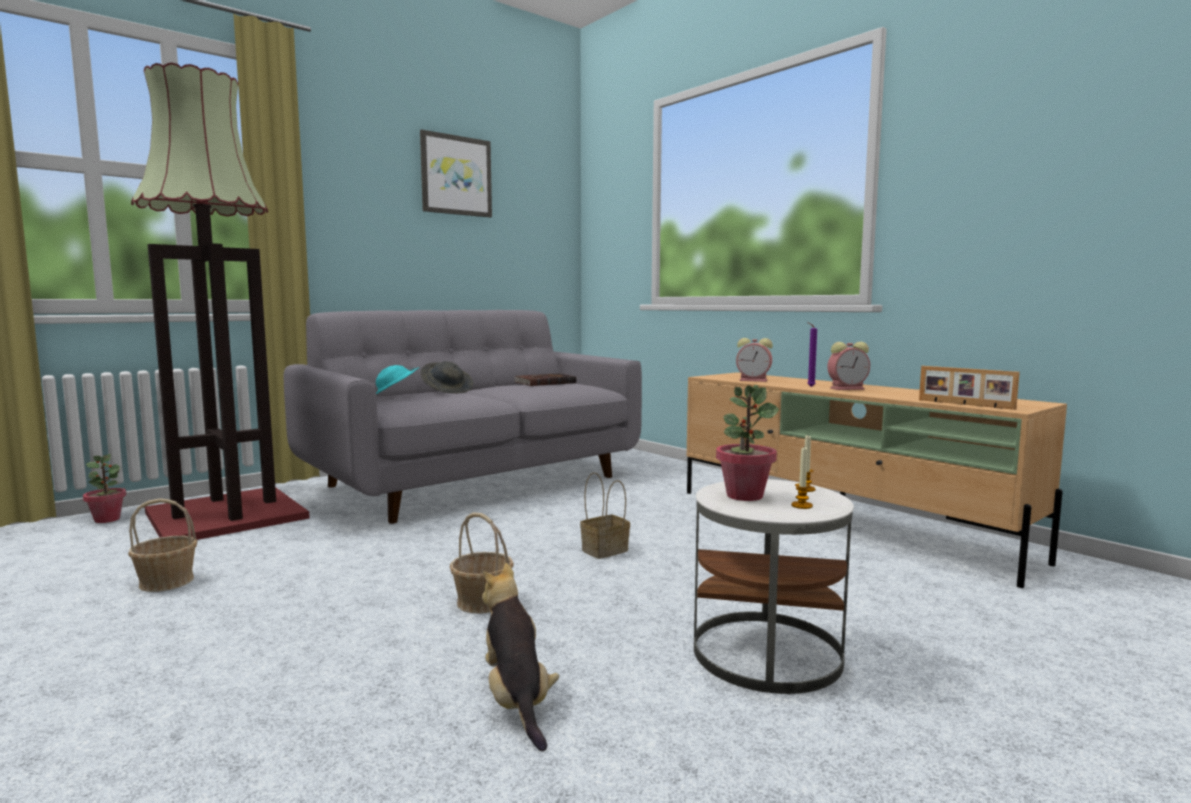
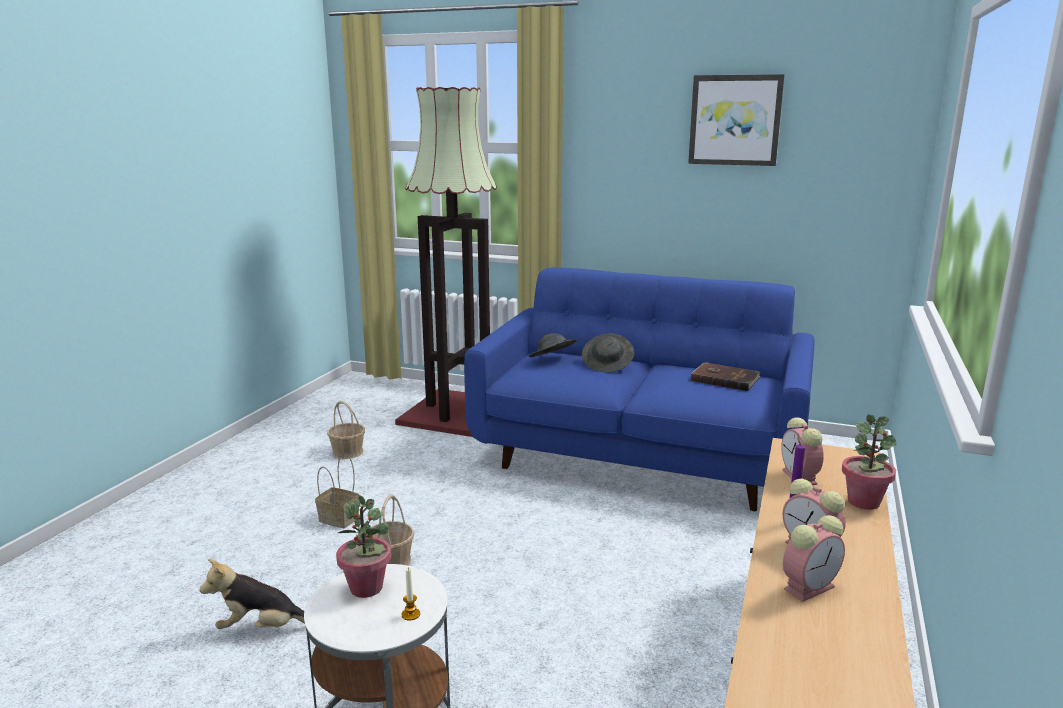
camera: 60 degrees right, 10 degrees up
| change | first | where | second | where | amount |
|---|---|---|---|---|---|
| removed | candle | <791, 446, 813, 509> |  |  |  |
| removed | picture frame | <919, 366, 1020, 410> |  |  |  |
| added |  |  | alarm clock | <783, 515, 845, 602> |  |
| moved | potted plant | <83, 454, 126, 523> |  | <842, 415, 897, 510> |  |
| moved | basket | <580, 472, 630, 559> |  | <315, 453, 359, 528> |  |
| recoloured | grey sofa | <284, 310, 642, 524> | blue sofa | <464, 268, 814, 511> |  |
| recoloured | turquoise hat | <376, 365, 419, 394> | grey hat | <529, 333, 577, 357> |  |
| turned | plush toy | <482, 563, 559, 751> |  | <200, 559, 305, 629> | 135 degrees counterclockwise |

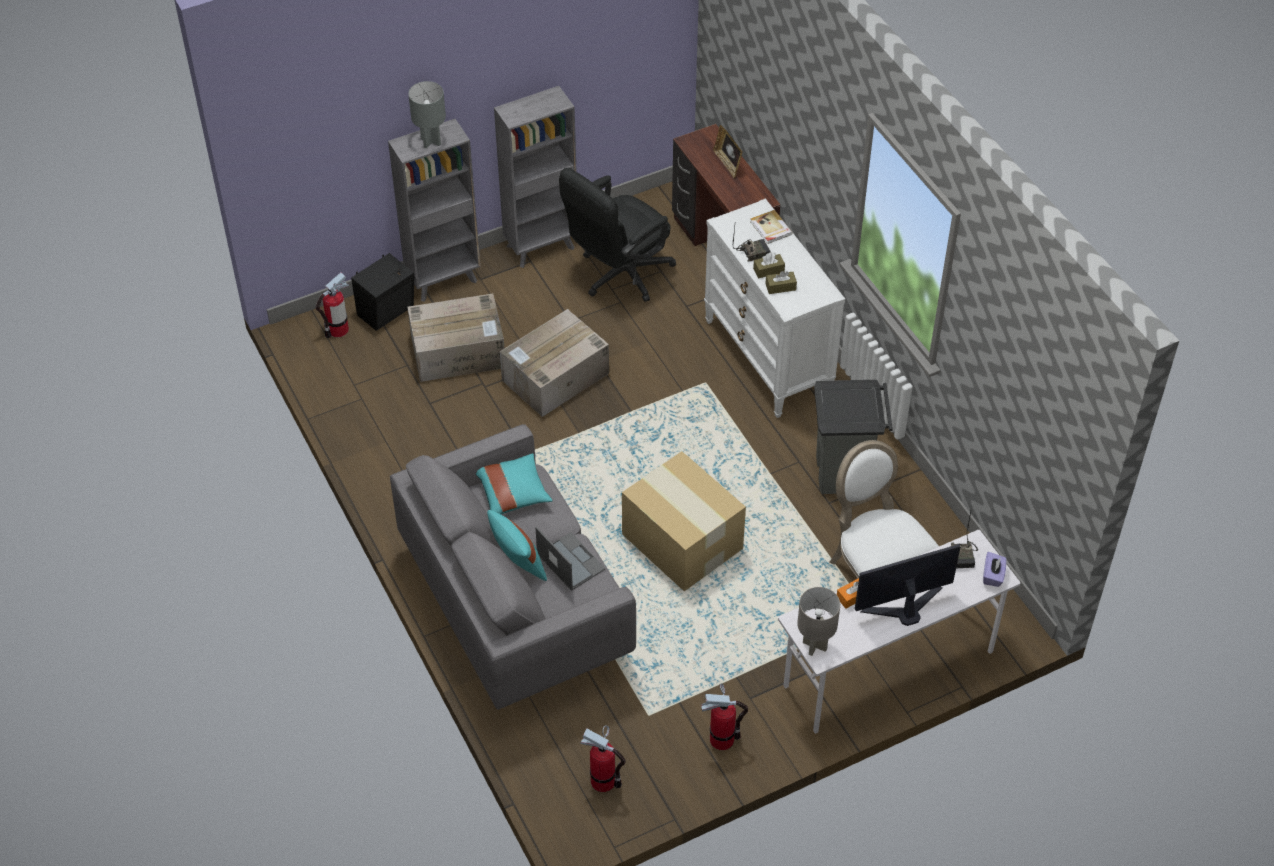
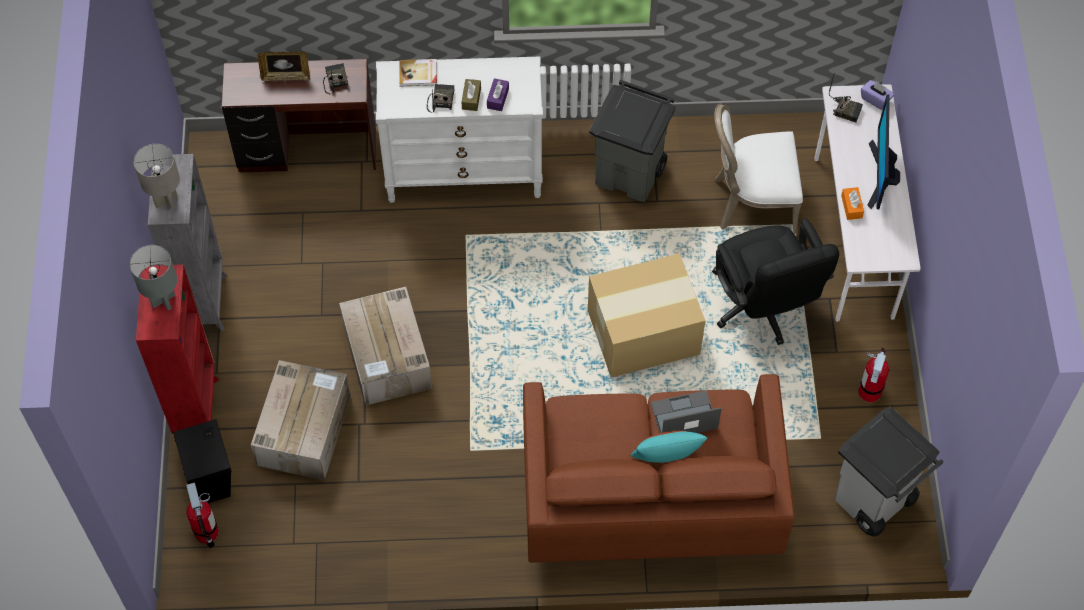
camera: 65 degrees left, 10 degrees up
| change | first | where | second | where | amount |
|---|---|---|---|---|---|
| removed | turquoise pillow | <476, 453, 552, 514> |  |  |  |
| added |  |  | radio | <323, 63, 349, 94> |  |
| moved | black office chair | <559, 168, 676, 302> |  | <712, 218, 839, 345> |  |
| moved | grey table lamp | <797, 587, 840, 656> |  | <134, 144, 180, 209> |  |
| replaced | fire extinguisher | <580, 725, 626, 792> | grey trash can | <834, 406, 944, 537> |  |
| recoloured | grey bookcase | <388, 119, 481, 302> | red bookcase | <136, 264, 219, 434> |  |
| recoloured | grey sofa | <390, 424, 636, 710> | brown sofa | <523, 374, 795, 563> |  |
| recoloured | brown tissue box | <766, 271, 797, 294> | purple tissue box | <487, 78, 509, 111> |  |

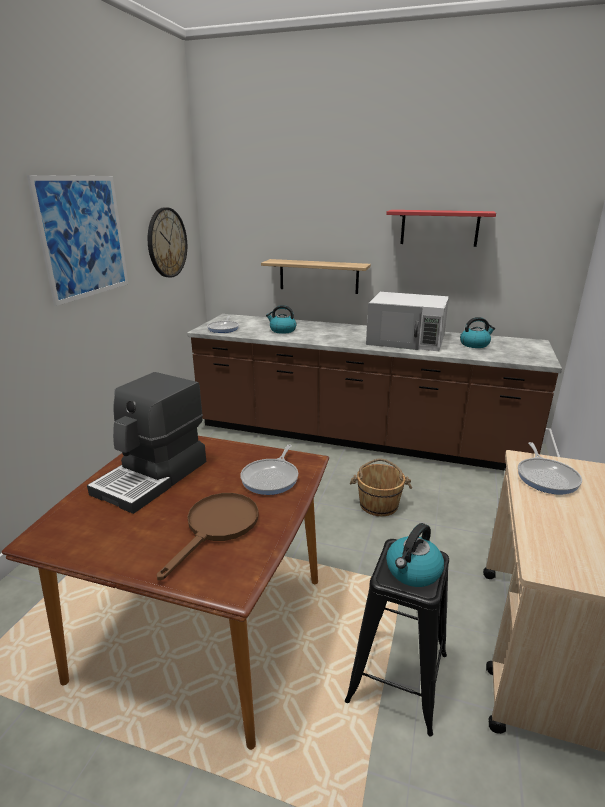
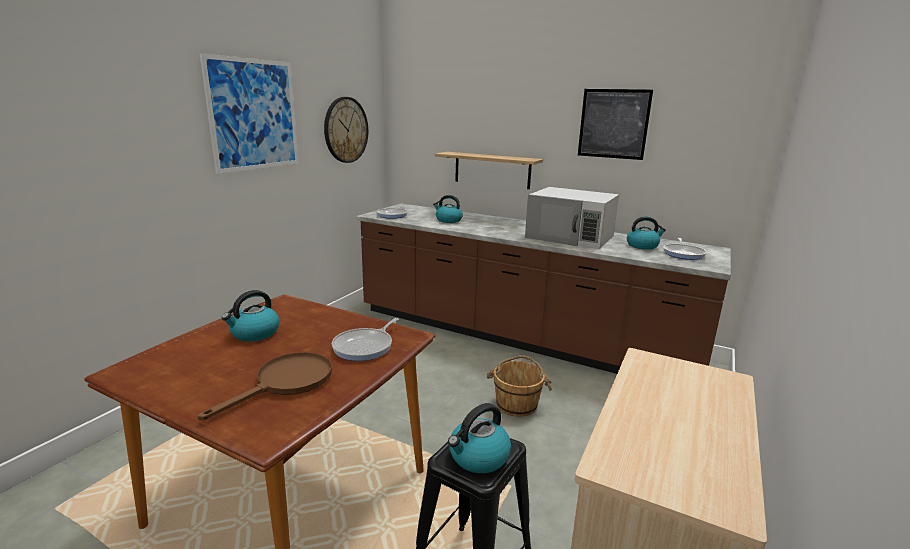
camera: 10 degrees right, 5 degrees down
| change | first | where | second | where | amount |
|---|---|---|---|---|---|
| moved | frying pan | <518, 442, 582, 494> |  | <663, 238, 707, 260> |  |
| replaced | coffee machine | <87, 372, 206, 514> | kettle | <222, 290, 280, 341> |  |
| replaced | red shelf | <386, 210, 496, 247> | picture | <578, 89, 653, 160> |  |

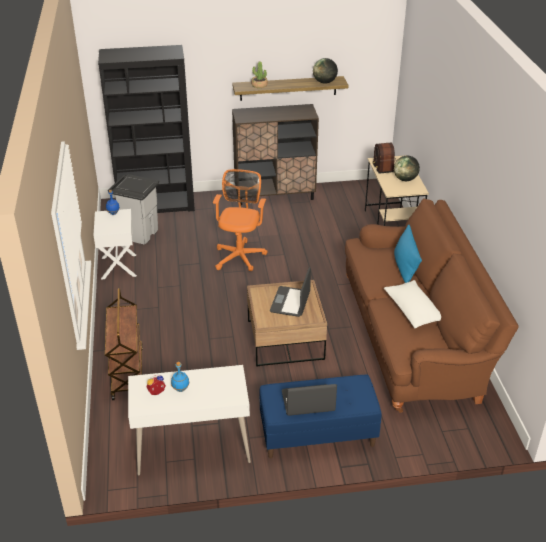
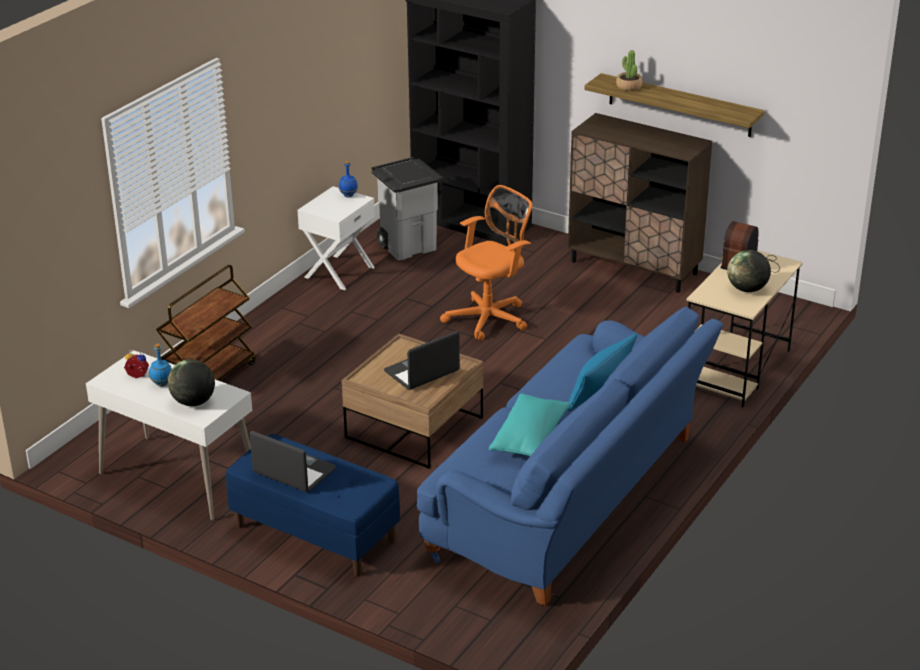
camera: 40 degrees right, 5 degrees down
| change | first | where | second | where | amount |
|---|---|---|---|---|---|
| moved | globe | <313, 58, 338, 84> |  | <168, 359, 215, 406> |  |
| recoloured | brown sofa | <345, 199, 519, 413> | blue sofa | <417, 307, 723, 606> |  |
| recoloured | white pillow | <384, 280, 441, 328> | turquoise pillow | <489, 393, 571, 456> |  |

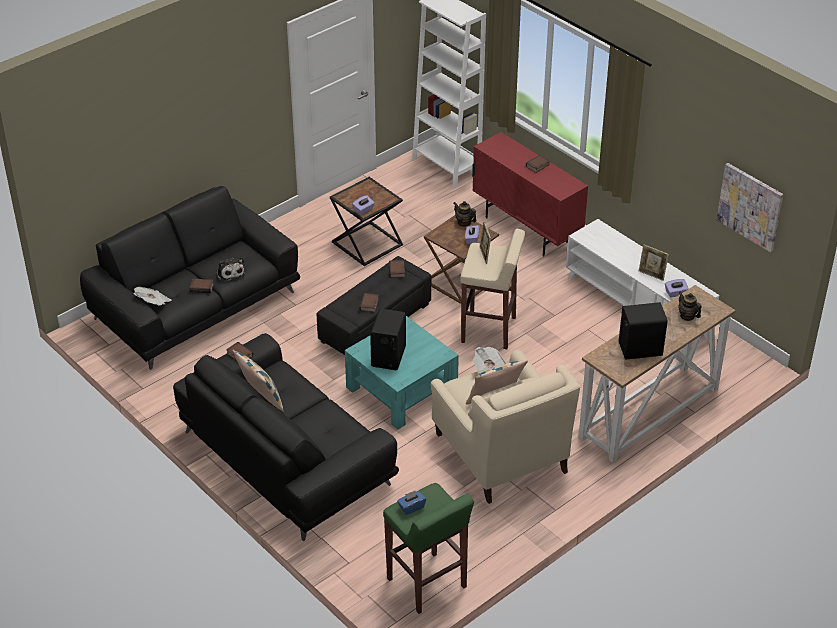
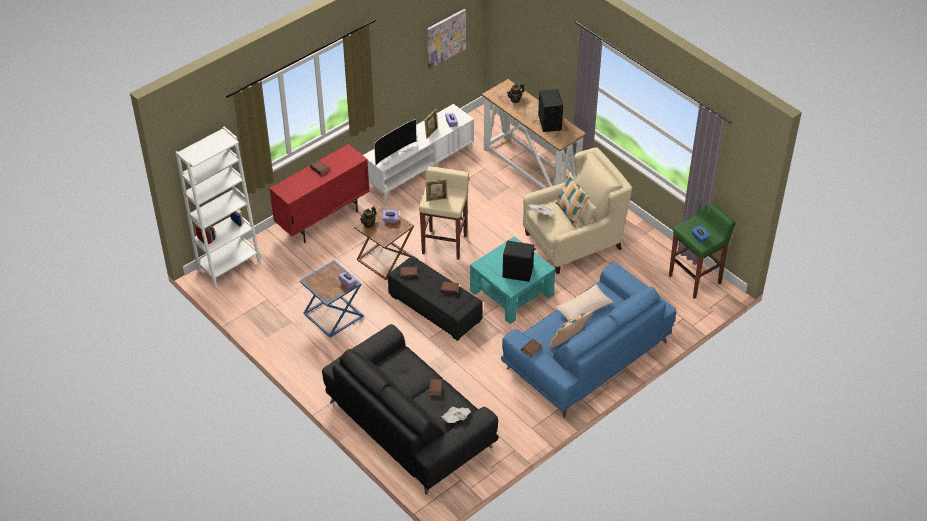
camera: 90 degrees left, 5 degrees up
| change | first | where | second | where | amount |
|---|---|---|---|---|---|
| removed | plush toy | <216, 257, 245, 282> |  |  |  |
| added |  |  | television | <374, 119, 417, 166> |  |
| added |  |  | beige pillow | <555, 284, 613, 321> |  |
| recoloured | black sofa | <173, 333, 399, 541> | blue sofa | <501, 263, 676, 418> |  |
| recoloured | black side table | <330, 177, 403, 266> | blue side table | <300, 260, 364, 338> |  |

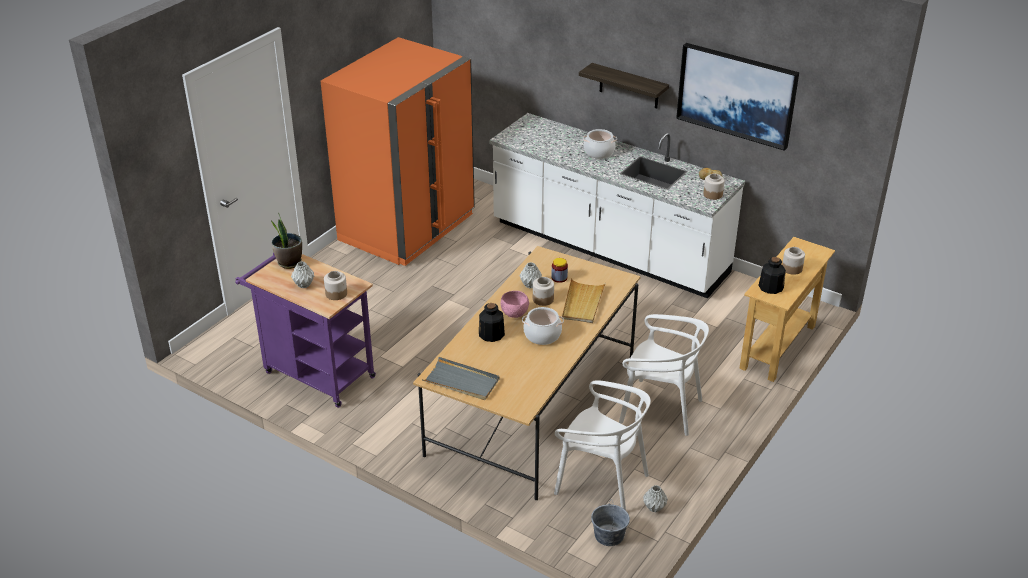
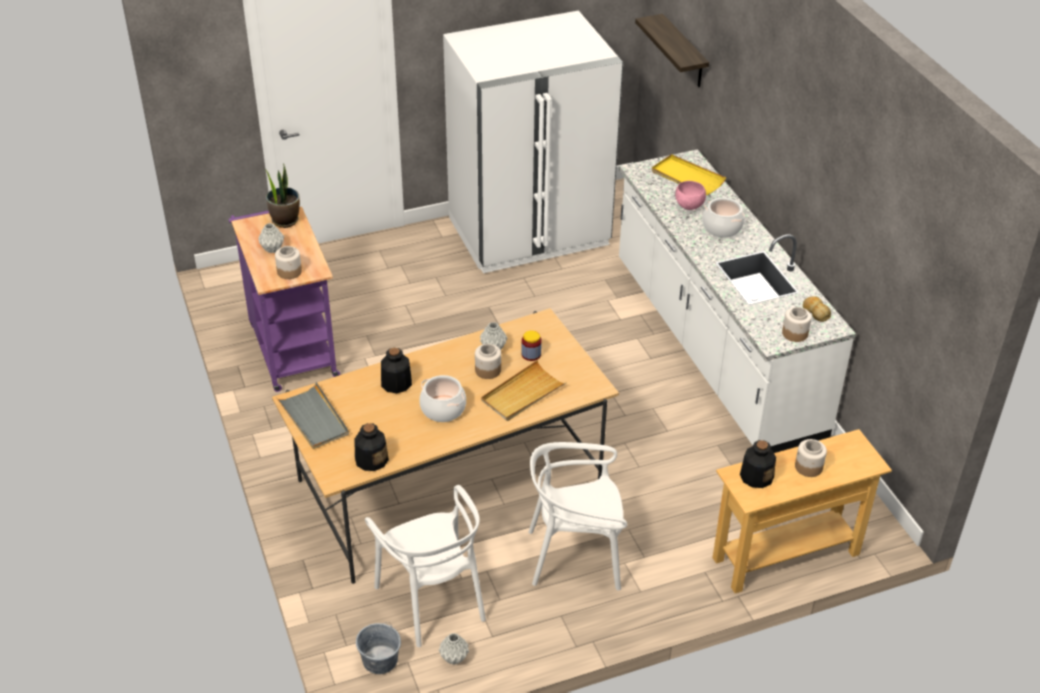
camera: 35 degrees right, 5 degrees up
| change | first | where | second | where | amount |
|---|---|---|---|---|---|
| removed | picture | <676, 43, 799, 151> |  |  |  |
| added |  |  | bottle | <354, 423, 389, 471> |  |
| added |  |  | yellow tray | <652, 154, 726, 195> |  |
| moved | pink bowl | <501, 291, 529, 318> |  | <675, 181, 706, 210> |  |
| moved | shelf | <579, 63, 669, 109> |  | <635, 14, 709, 87> |  |
| recoloured | orange fridge | <321, 37, 475, 266> | white fridge | <443, 10, 623, 273> |  |
| turned | white chair | <619, 314, 709, 436> |  | <528, 442, 627, 591> | 120 degrees clockwise |

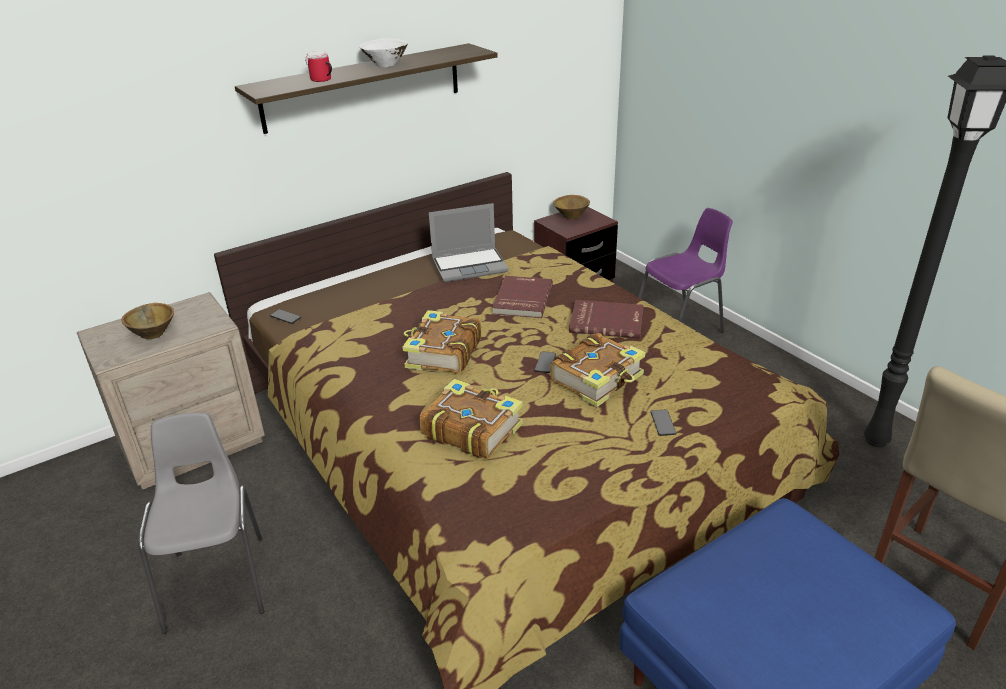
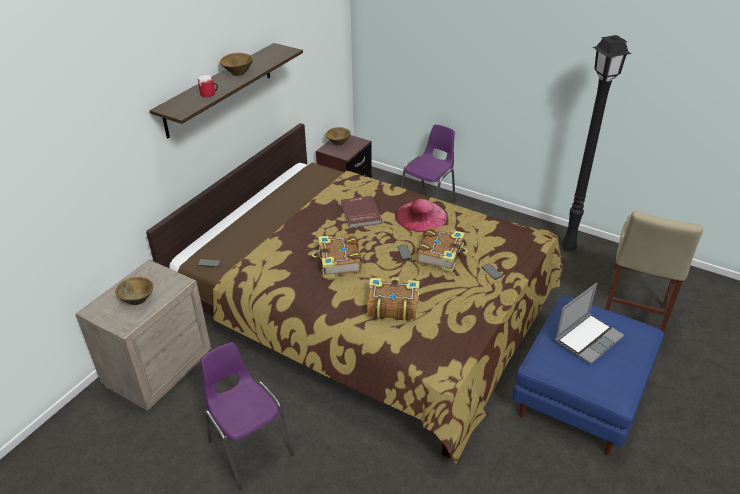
camera: 25 degrees left, 5 degrees up
| change | first | where | second | where | amount |
|---|---|---|---|---|---|
| moved | laptop | <429, 203, 509, 282> |  | <554, 283, 624, 365> |  |
| replaced | red book | <569, 300, 643, 339> | pink hat | <395, 199, 447, 232> |  |
| recoloured | grey chair | <138, 413, 264, 634> | purple chair | <200, 342, 295, 489> |  |
| recoloured | white bowl | <360, 38, 408, 67> | brown bowl | <220, 53, 253, 76> |  |

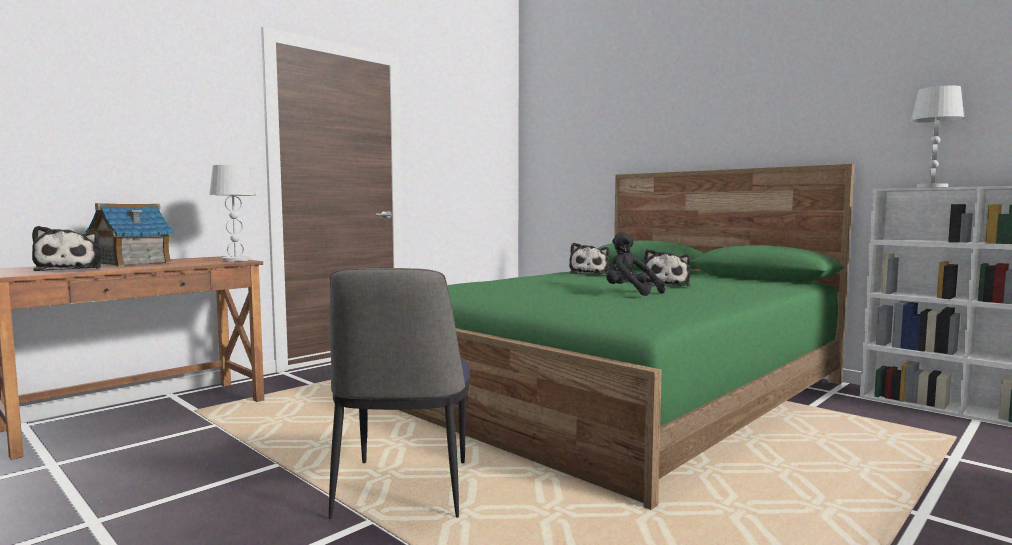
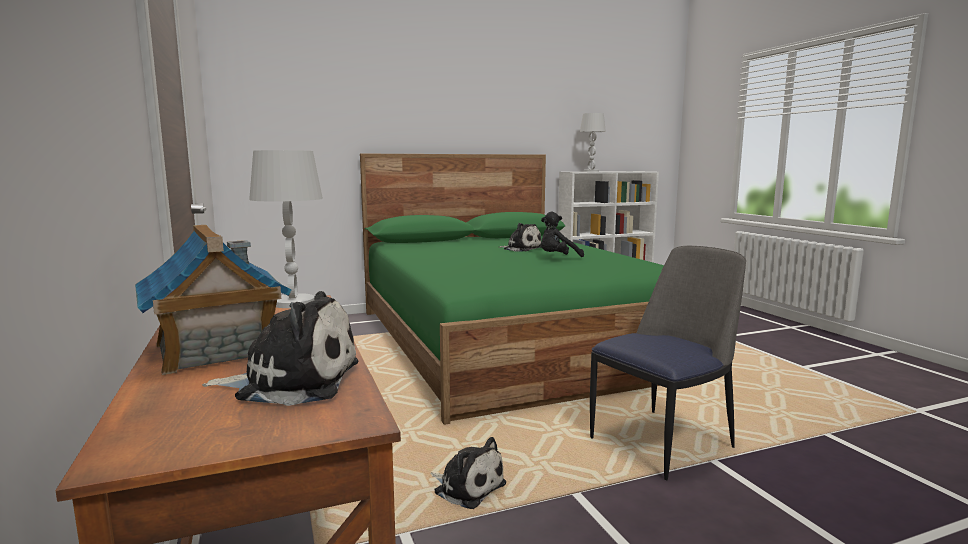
camera: 65 degrees left, 5 degrees up
| change | first | where | second | where | amount |
|---|---|---|---|---|---|
| moved | plush toy | <569, 243, 609, 274> |  | <430, 437, 506, 509> |  |
| turned | chair | <329, 268, 470, 519> |  | <590, 246, 746, 480> | 60 degrees counterclockwise |

